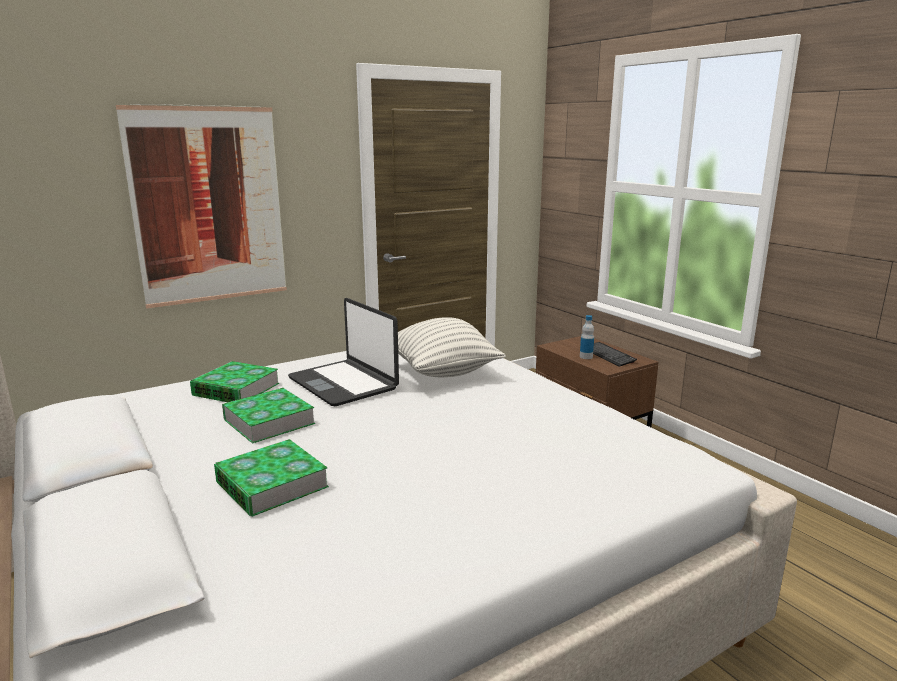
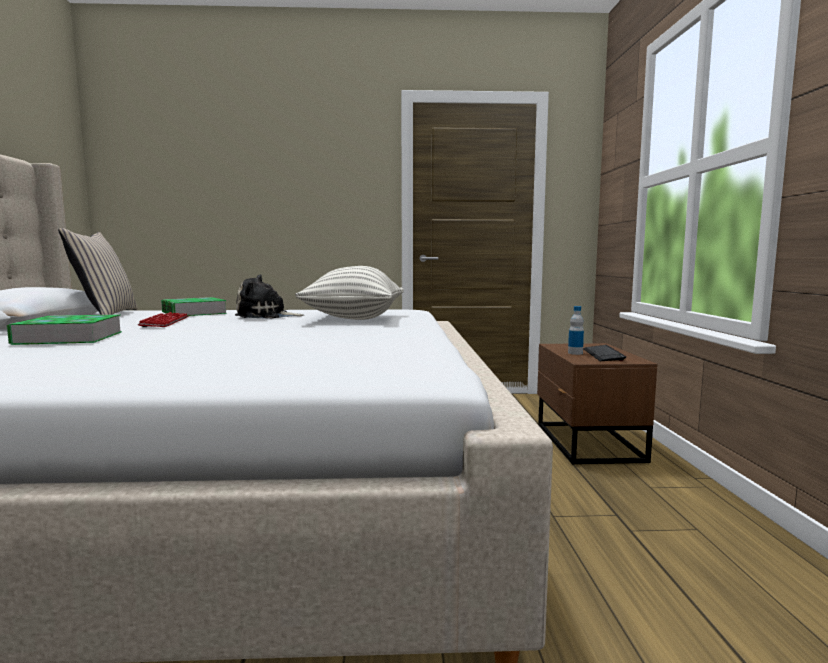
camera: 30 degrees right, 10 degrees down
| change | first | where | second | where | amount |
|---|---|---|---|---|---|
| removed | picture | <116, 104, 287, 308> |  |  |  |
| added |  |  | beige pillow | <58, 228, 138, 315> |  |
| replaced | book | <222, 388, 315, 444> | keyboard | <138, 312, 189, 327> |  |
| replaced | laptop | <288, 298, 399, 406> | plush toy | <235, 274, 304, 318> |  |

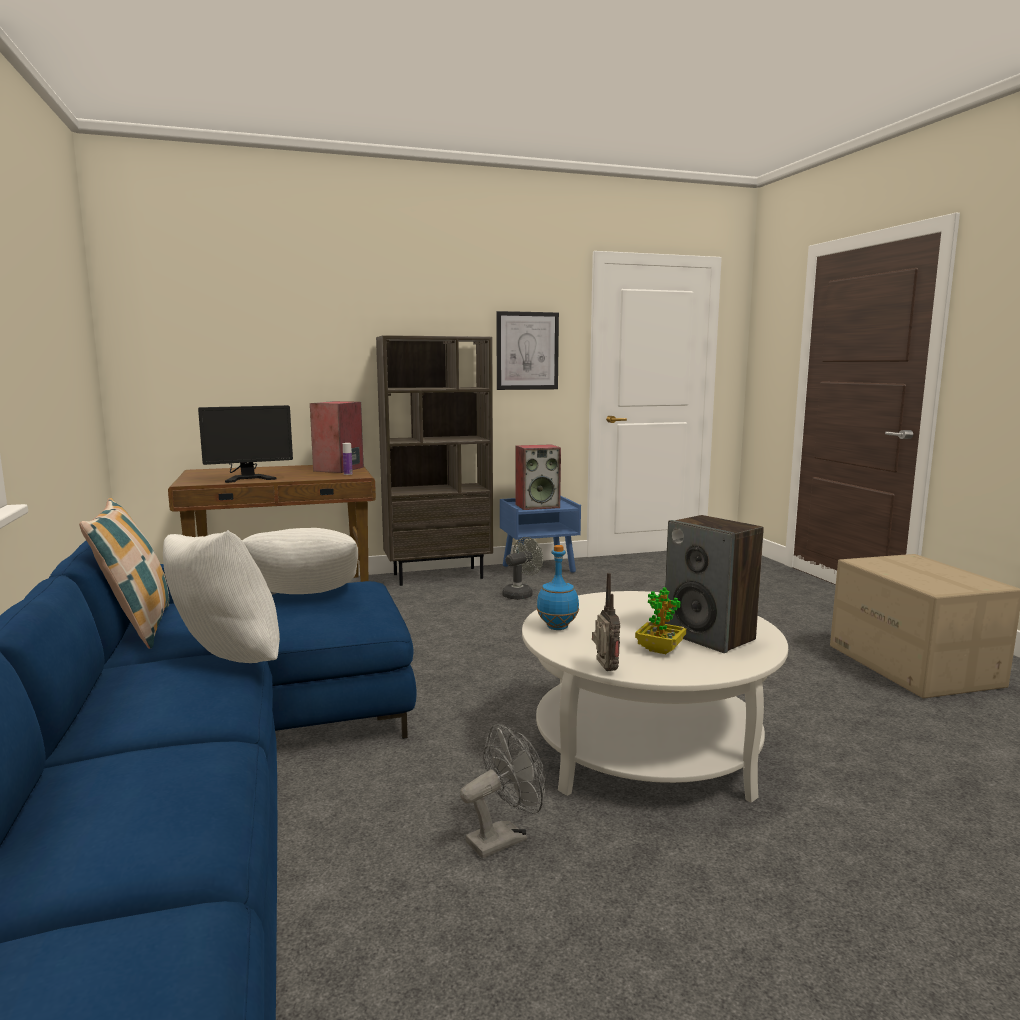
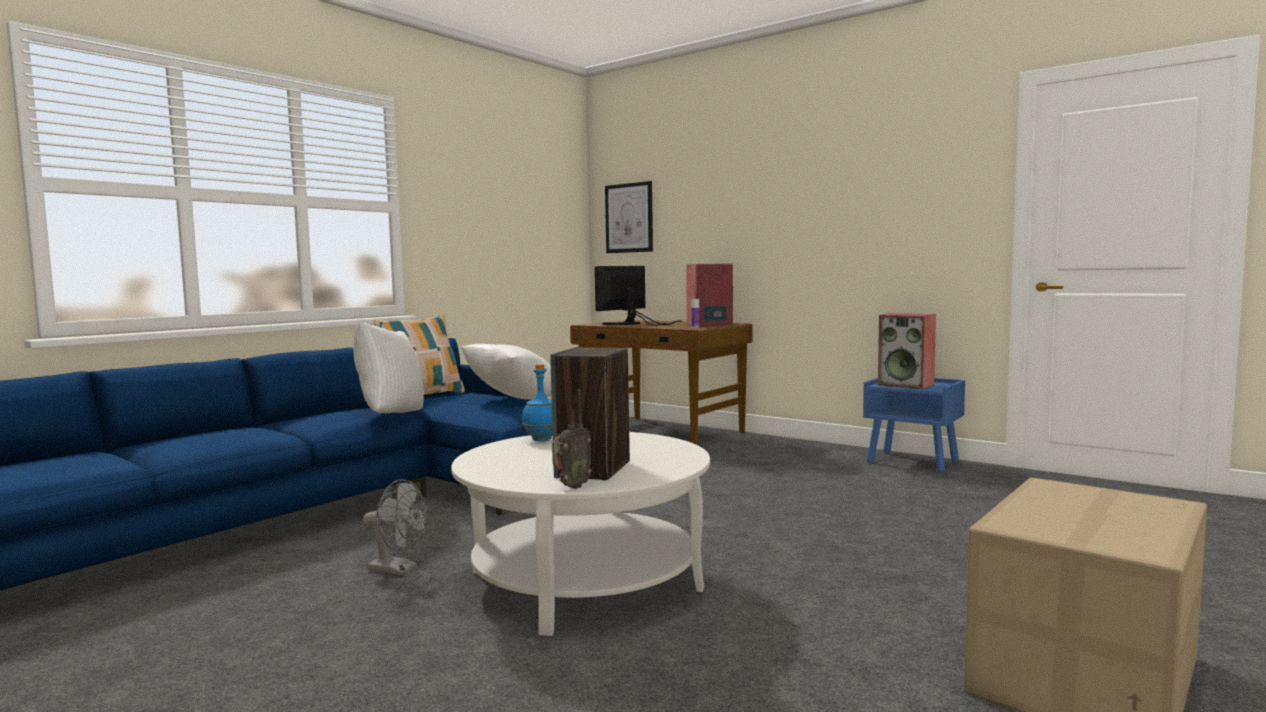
camera: 55 degrees right, 5 degrees down
| change | first | where | second | where | amount |
|---|---|---|---|---|---|
| removed | brown bookcase | <376, 335, 493, 586> |  |  |  |
| removed | grey fan | <502, 537, 543, 600> |  |  |  |
| removed | potted plant | <635, 587, 686, 654> |  |  |  |
| moved | picture | <496, 311, 559, 390> |  | <605, 181, 653, 253> |  |
| moved | radio | <592, 573, 620, 671> |  | <552, 389, 592, 489> |  |
| turned | monitor | <198, 405, 293, 483> |  | <595, 266, 682, 326> | 105 degrees clockwise |

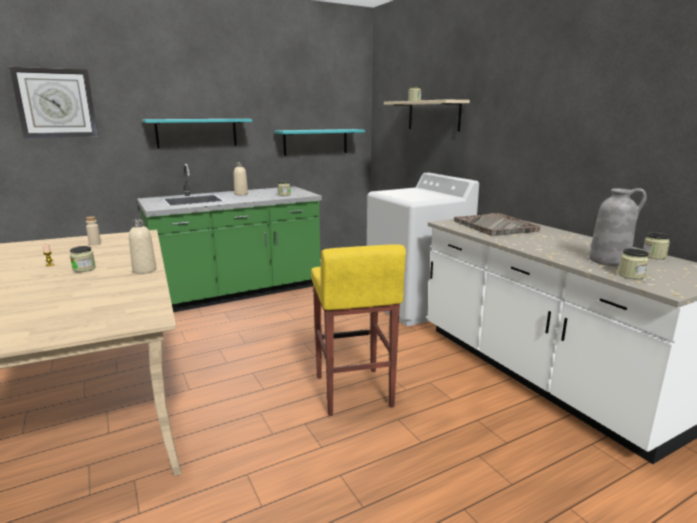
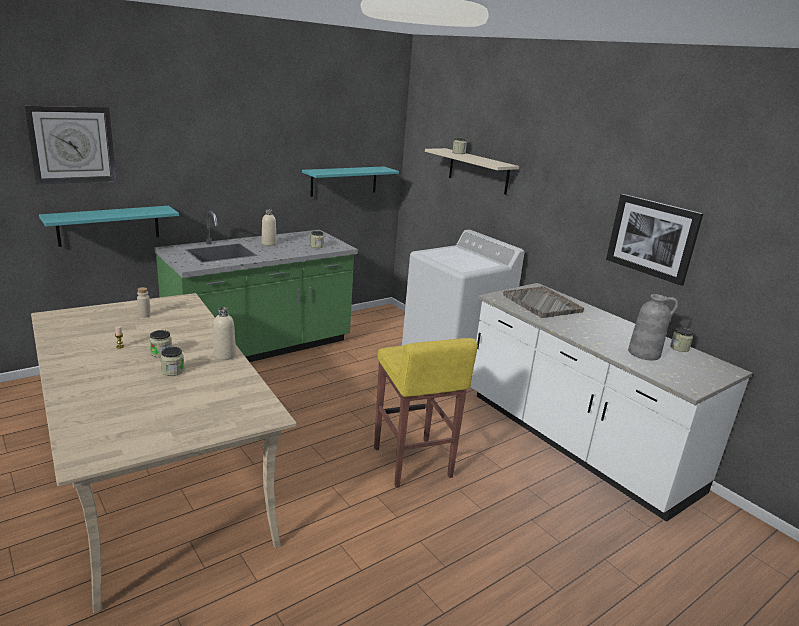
camera: 10 degrees left, 5 degrees up
| change | first | where | second | where | amount |
|---|---|---|---|---|---|
| added |  |  | picture | <606, 194, 703, 286> |  |
| moved | turquoise shelf | <142, 119, 252, 148> |  | <39, 206, 179, 247> |  |
| moved | jar | <618, 248, 649, 280> |  | <160, 347, 184, 376> |  |

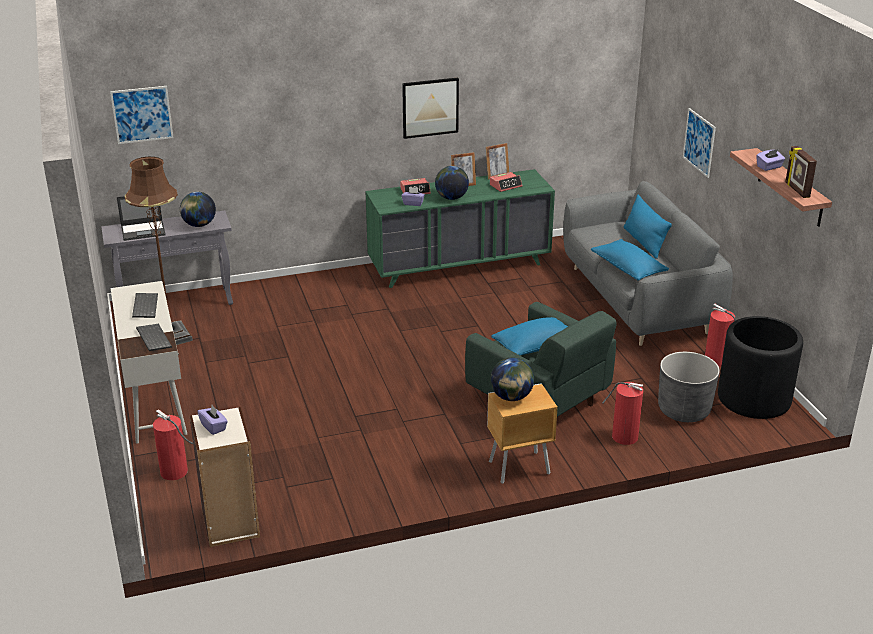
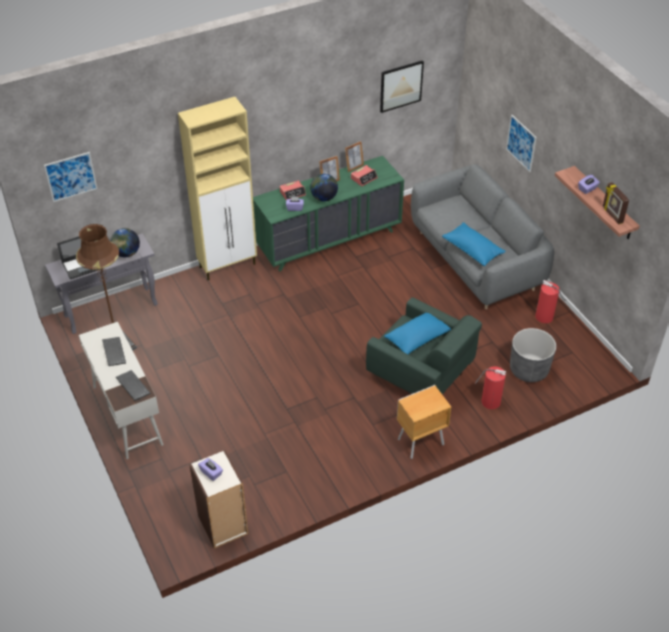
camera: 10 degrees left, 15 degrees up
| change | first | where | second | where | amount |
|---|---|---|---|---|---|
| removed | fire extinguisher | <153, 409, 193, 480> |  |  |  |
| removed | globe | <490, 357, 534, 401> |  |  |  |
| removed | blue pillow | <623, 195, 672, 259> |  |  |  |
| removed | black planter | <718, 316, 803, 419> |  |  |  |
| added |  |  | beige cabinet | <178, 97, 257, 280> |  |
| moved | picture | <402, 78, 459, 139> |  | <380, 60, 424, 113> |  |

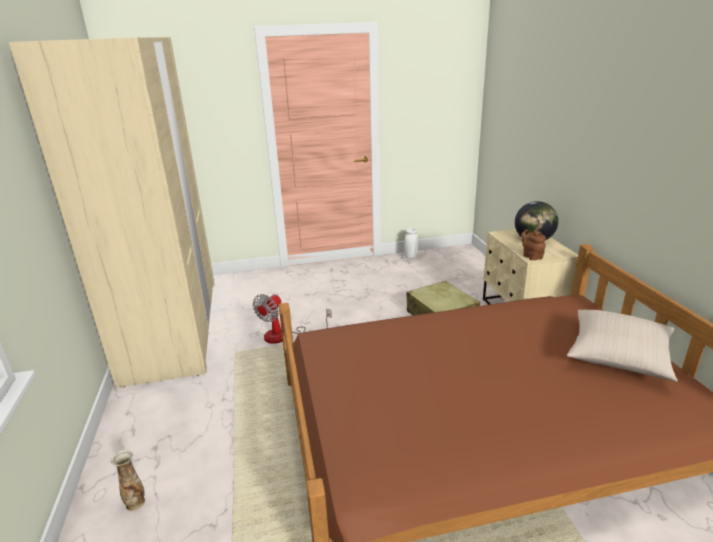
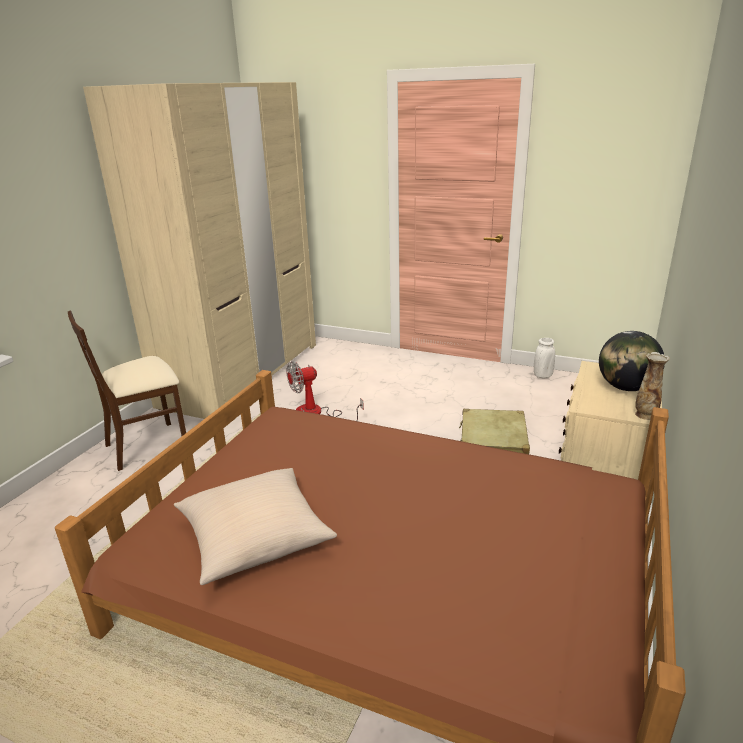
camera: 35 degrees right, 0 degrees up
| change | first | where | second | where | amount |
|---|---|---|---|---|---|
| removed | brown teapot | <521, 229, 546, 260> |  |  |  |
| added |  |  | beige chair | <68, 311, 186, 471> |  |
| moved | vase | <111, 450, 145, 511> |  | <635, 352, 670, 420> |  |
| moved | beige pillow | <567, 310, 678, 382> |  | <174, 468, 337, 585> |  |

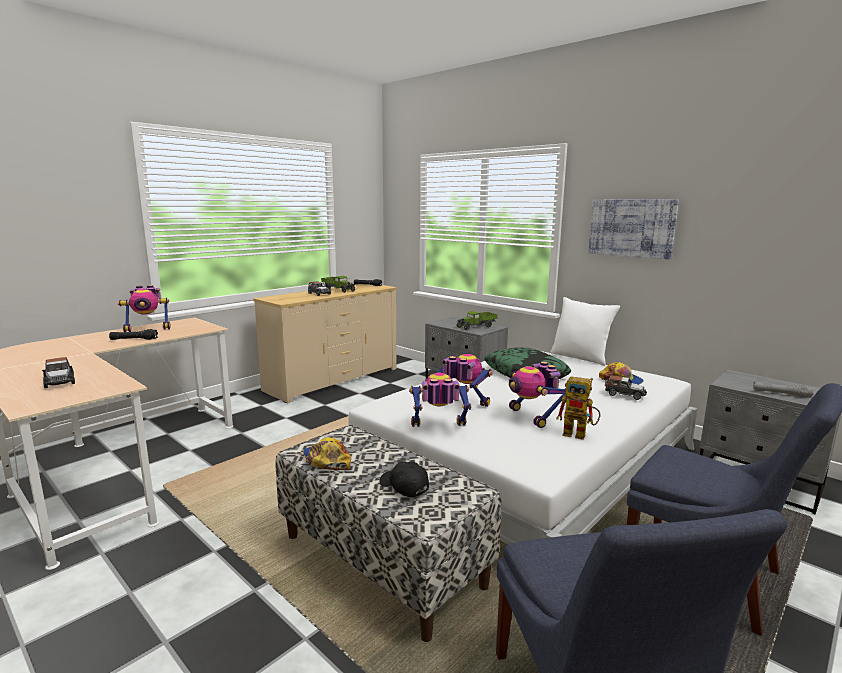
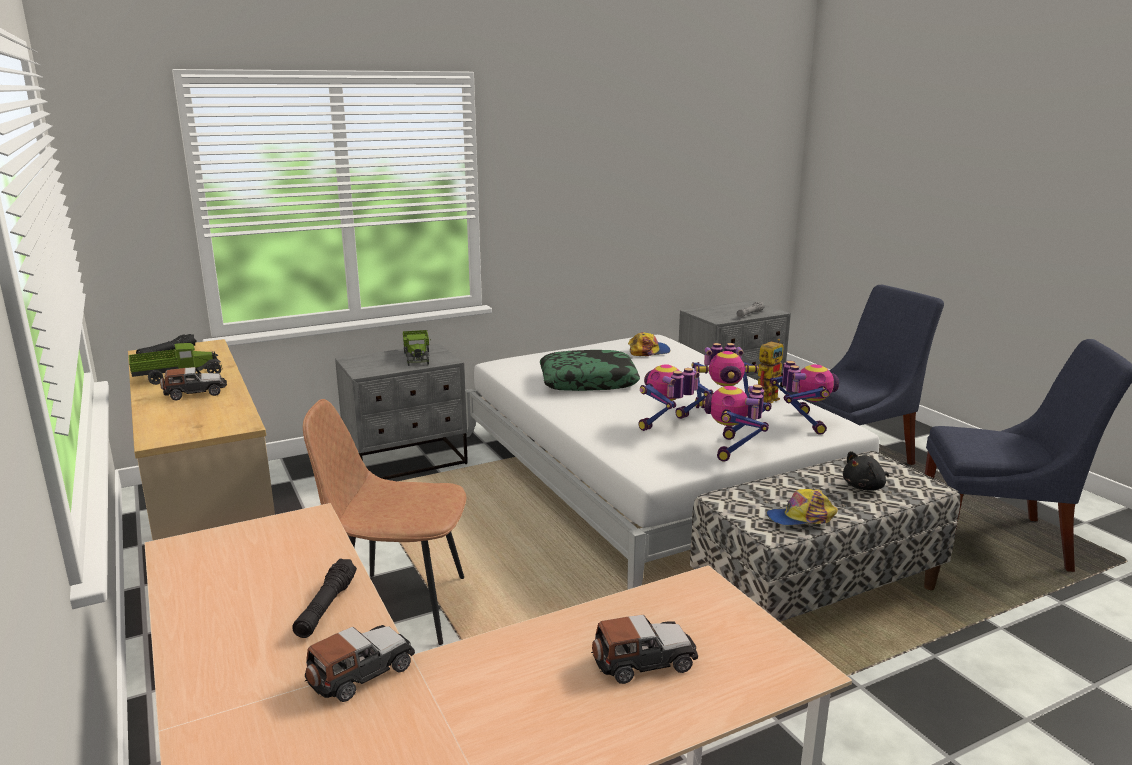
camera: 70 degrees left, 5 degrees up
| change | first | where | second | where | amount |
|---|---|---|---|---|---|
| removed | white pillow | <550, 297, 620, 366> |  |  |  |
| removed | picture | <588, 200, 679, 259> |  |  |  |
| added |  |  | brown chair | <303, 399, 467, 645> |  |
| moved | toy robot | <118, 285, 171, 332> |  | <769, 361, 839, 435> |  |
| moved | toy car | <605, 375, 647, 400> |  | <305, 625, 415, 702> |  |
| replaced | black cap | <379, 461, 429, 497> | black plush toy | <843, 451, 889, 491> |  |

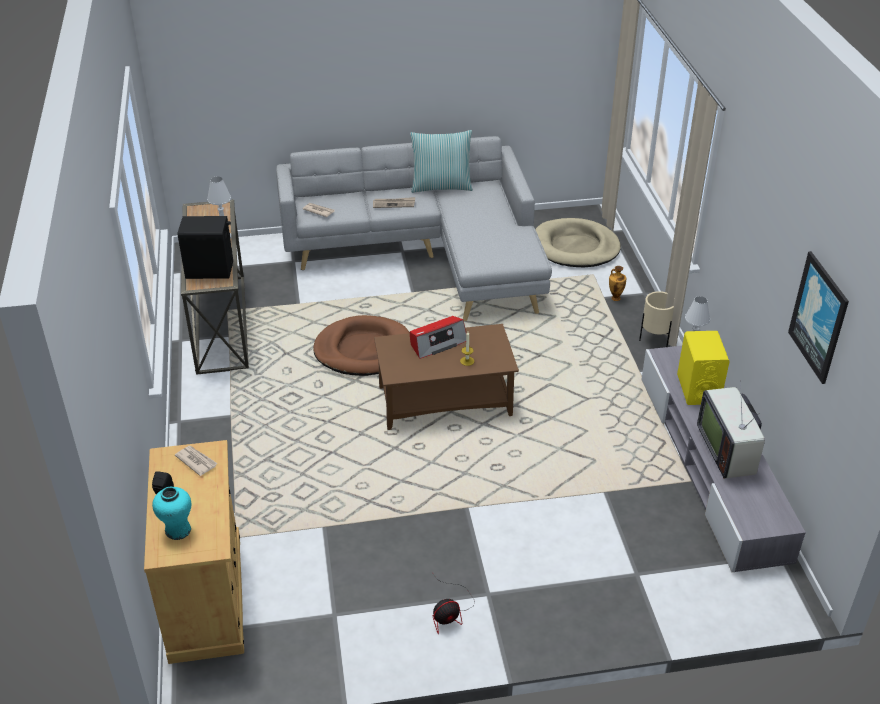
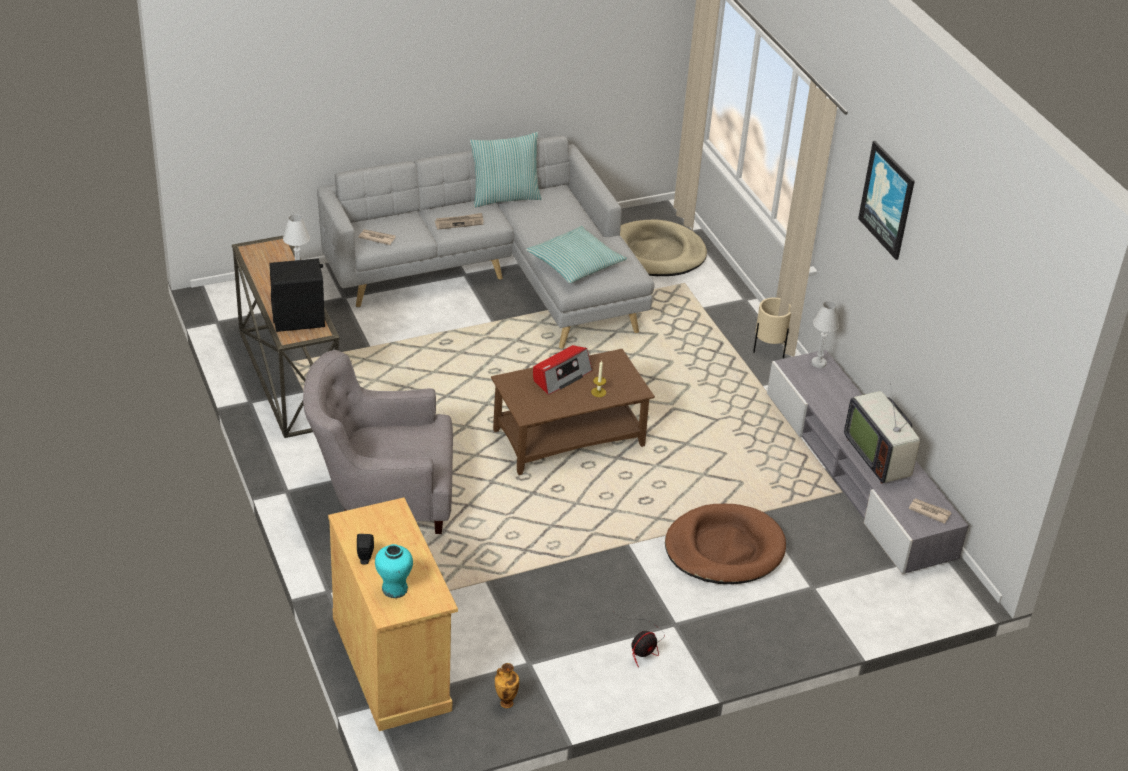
camera: 15 degrees left, 0 degrees up
| change | first | where | second | where | amount |
|---|---|---|---|---|---|
| removed | yellow speaker | <677, 331, 730, 405> |  |  |  |
| added |  |  | grey armchair | <303, 350, 453, 534> |  |
| added |  |  | pillow | <526, 226, 627, 283> |  |
| moved | newspaper | <175, 446, 218, 476> |  | <909, 498, 951, 524> |  |
| moved | brown dog bed | <313, 315, 410, 376> |  | <665, 504, 786, 584> |  |
| moved | vase | <609, 266, 626, 301> |  | <495, 663, 519, 708> |  |
| moved | picture | <788, 251, 849, 384> |  | <858, 141, 915, 260> |  |

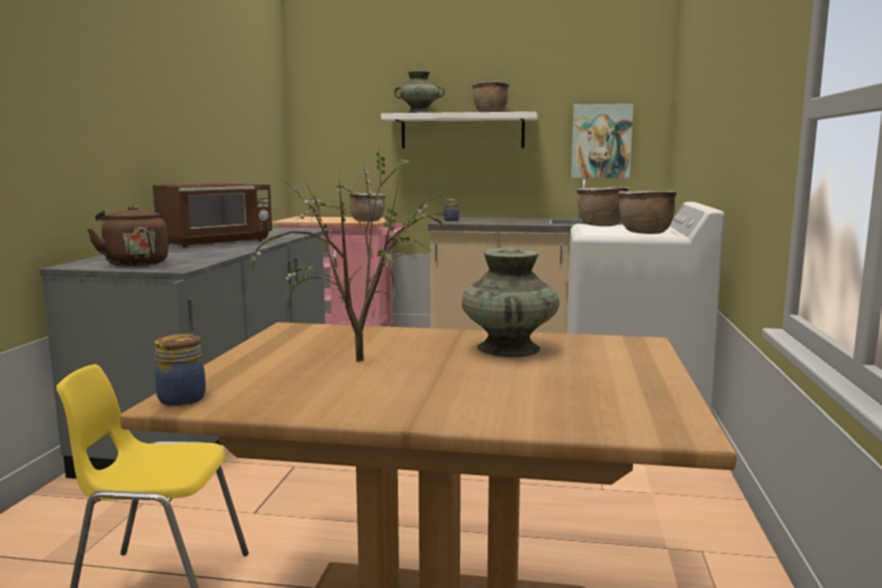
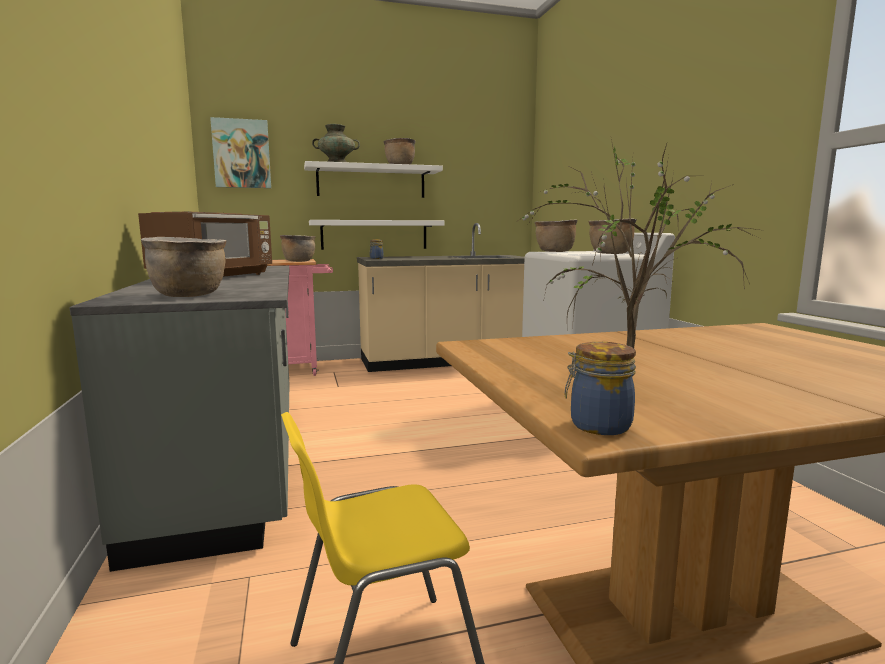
camera: 25 degrees left, 0 degrees up
| change | first | where | second | where | amount |
|---|---|---|---|---|---|
| removed | turquoise vase | <462, 247, 560, 357> |  |  |  |
| added |  |  | white shelf | <309, 220, 444, 250> |  |
| moved | picture | <571, 104, 634, 178> |  | <210, 117, 271, 188> |  |
| replaced | brown kettle | <87, 205, 168, 266> | brown cooking pot | <141, 237, 226, 297> |  |

